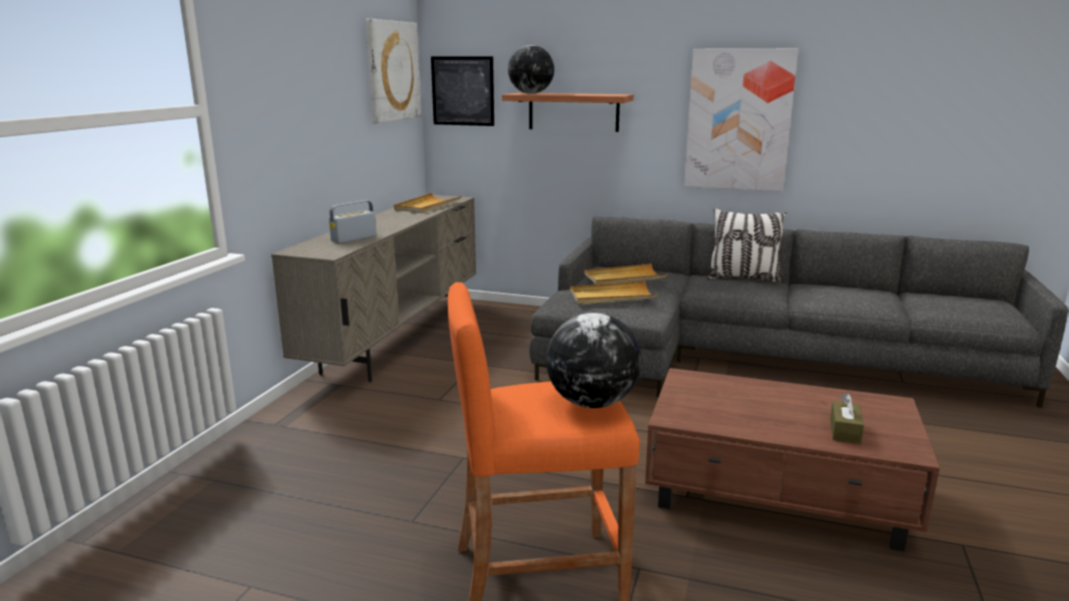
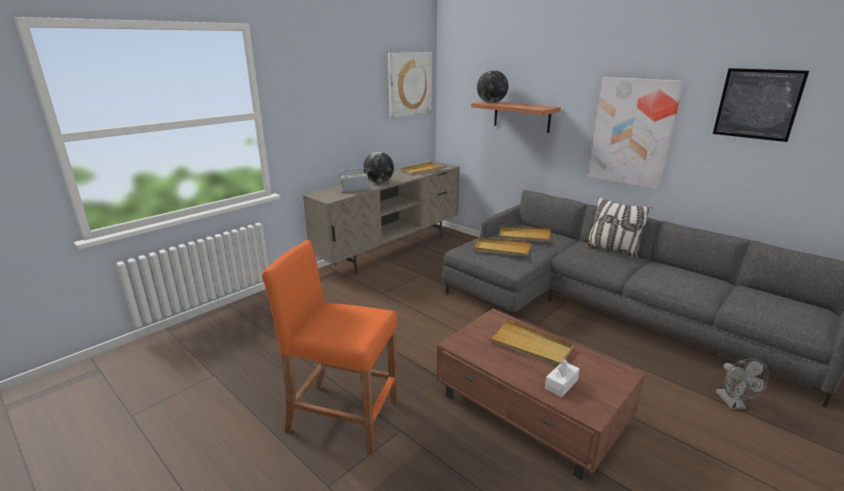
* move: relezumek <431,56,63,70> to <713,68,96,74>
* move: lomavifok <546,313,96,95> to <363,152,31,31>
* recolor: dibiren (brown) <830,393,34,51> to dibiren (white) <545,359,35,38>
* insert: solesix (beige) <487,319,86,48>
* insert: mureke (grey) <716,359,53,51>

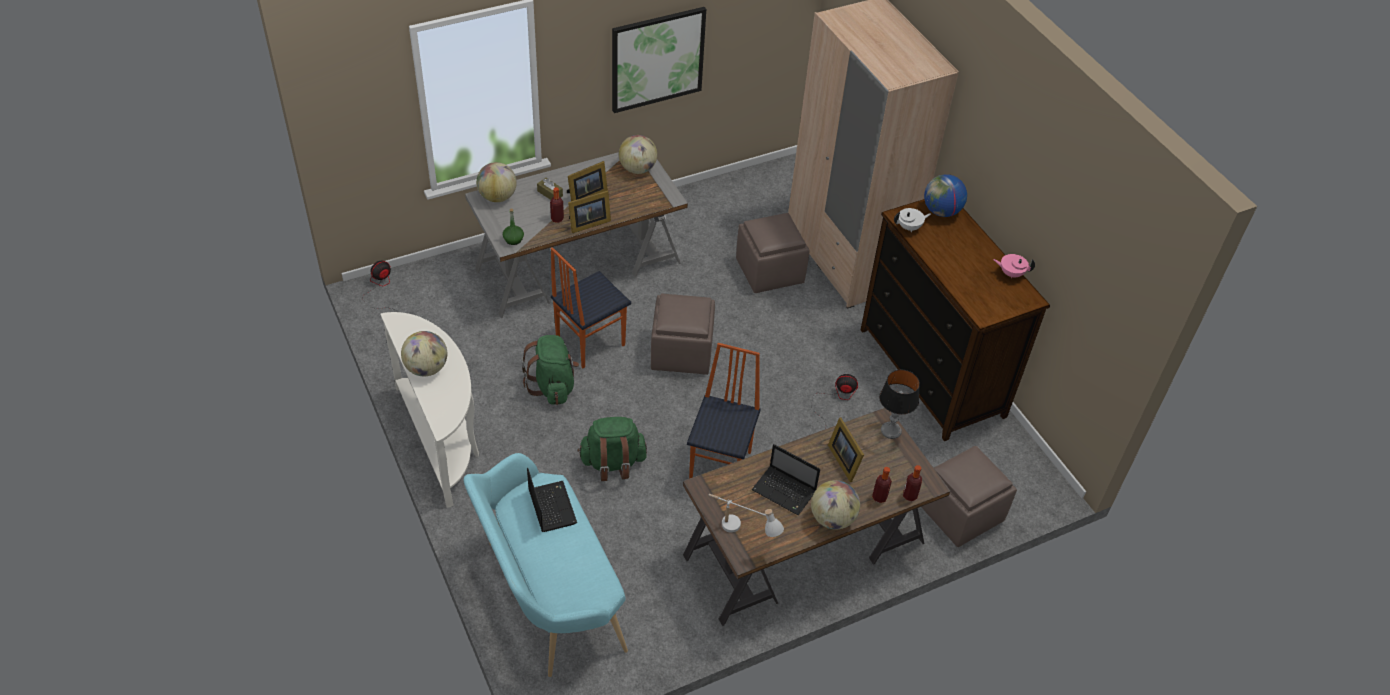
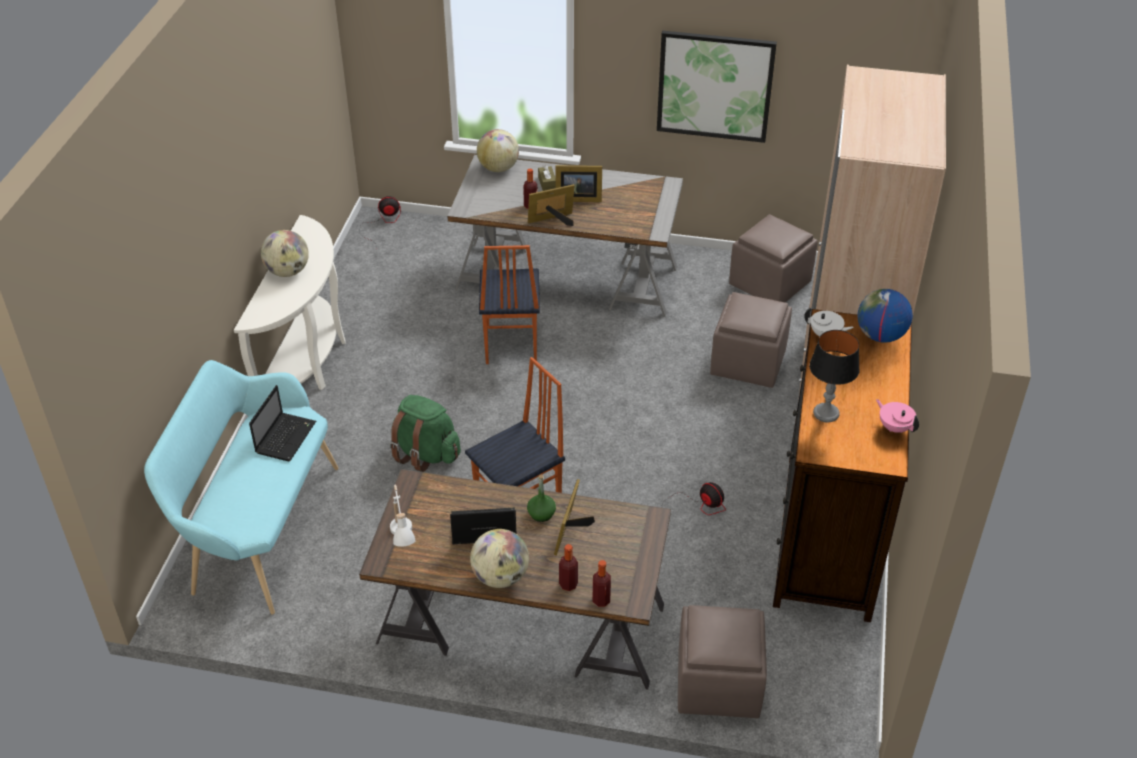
* delete: lomavifok <619,135,38,39>
* rotate: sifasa <568,190,43,43> = <528,184,47,42> 150 degrees clockwise
* move: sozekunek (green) <503,209,21,36> to <527,475,29,47>
* rotate: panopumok <551,247,80,121> = <479,245,61,119> 90 degrees counterclockwise
* move: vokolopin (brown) <651,294,64,81> to <729,214,89,88>
* delete: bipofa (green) <522,335,57,70>
* move: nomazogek <879,370,41,69> to <809,330,50,92>
* rotate: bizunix <752,444,68,71> = <450,508,67,36> 105 degrees clockwise

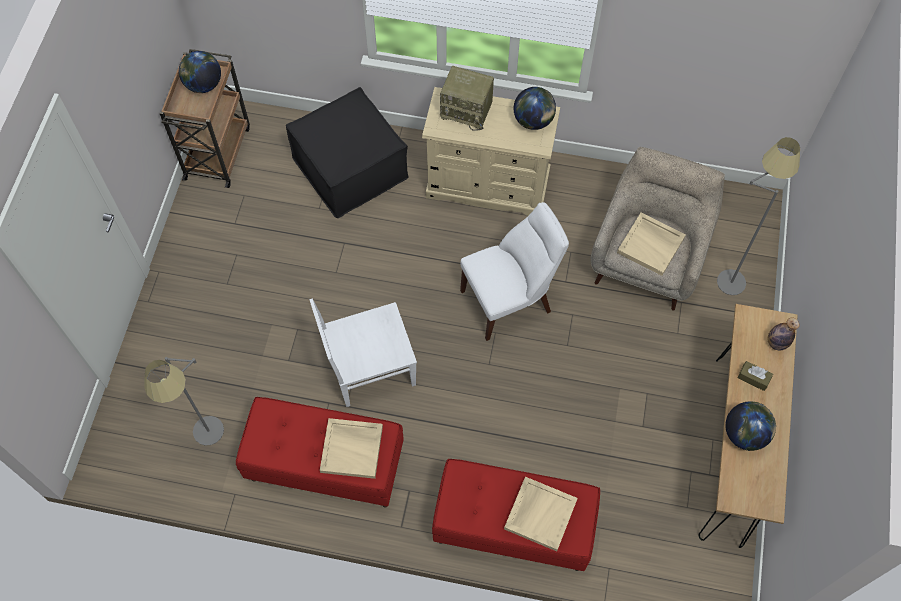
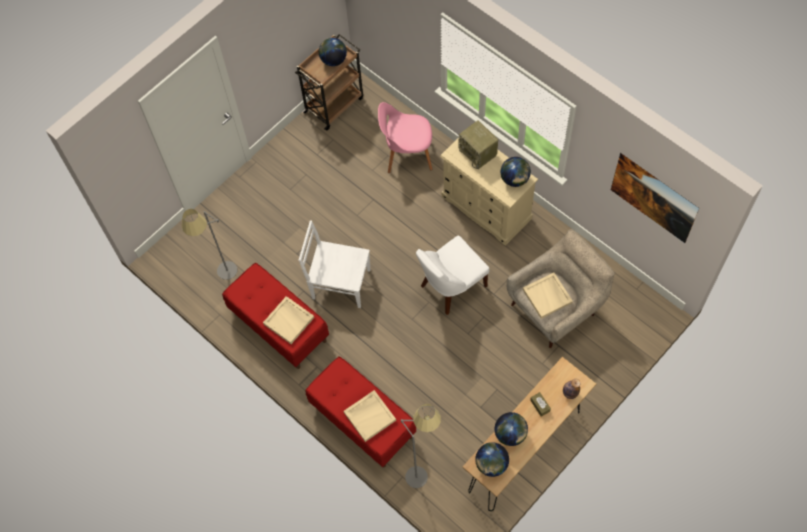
* replace: vokolopin (black) <286,87,122,131> to panopumok (pink) <378,102,55,71>
* move: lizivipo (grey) <717,137,83,158> to <401,404,40,84>
* rotate: panopumok (white) <460,202,109,139> = <416,235,73,80> 135 degrees clockwise
* insert: relezumek <611,153,88,90>
* insert: lomavifok <475,442,34,35>

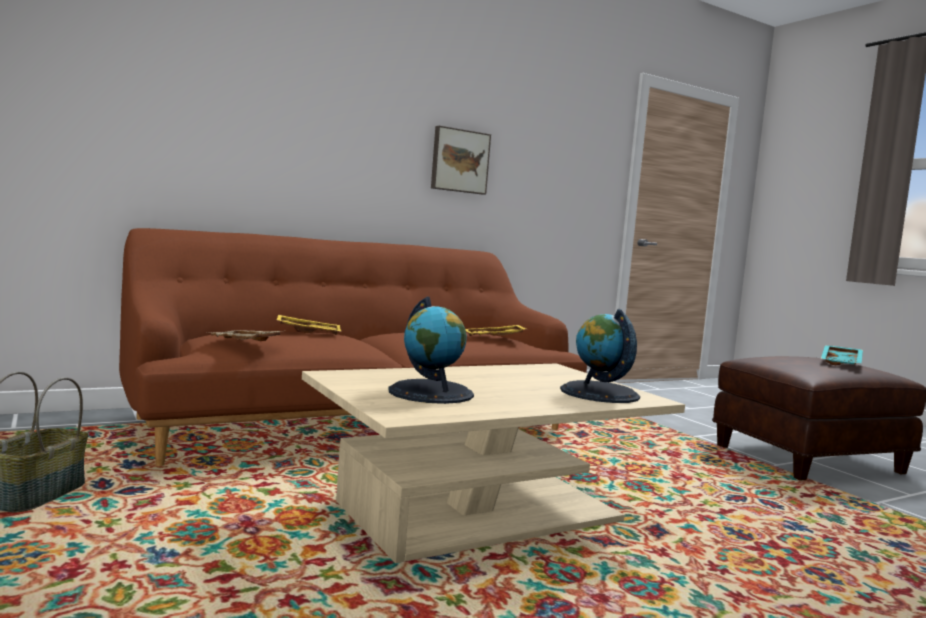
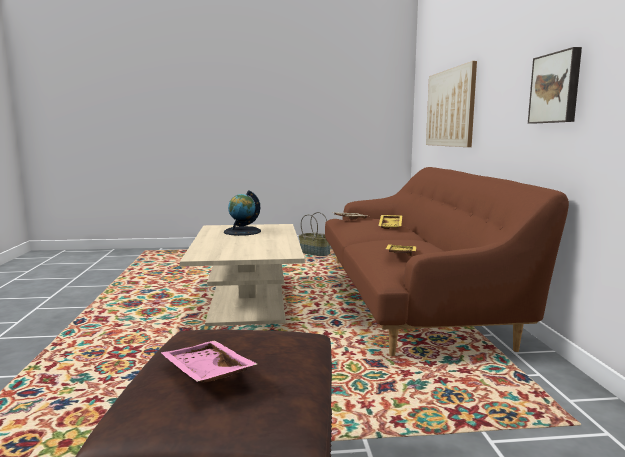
* delete: lomavifok <560,309,80,94>
* recolor: solesix (turquoise) <821,345,42,20> to solesix (pink) <161,341,96,42>
* insert: relezumek <426,61,51,86>

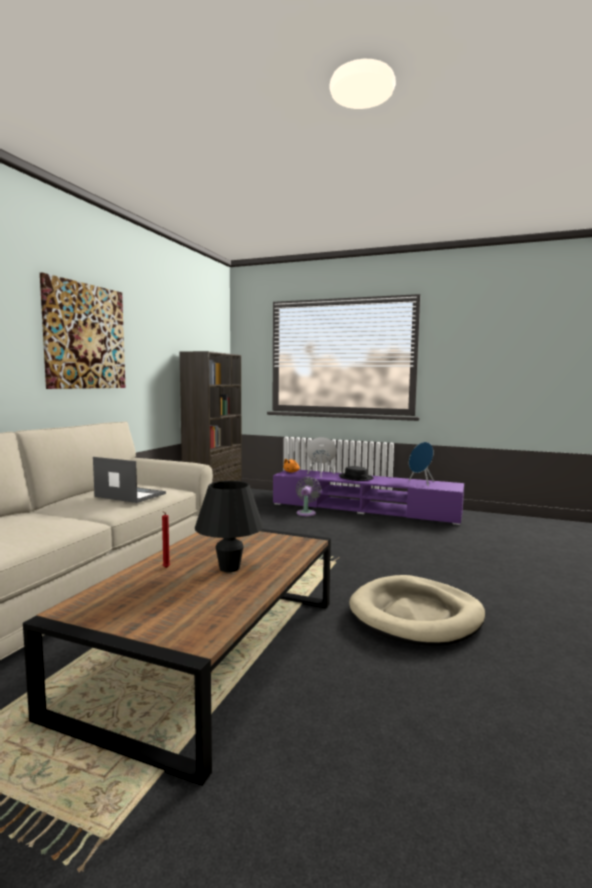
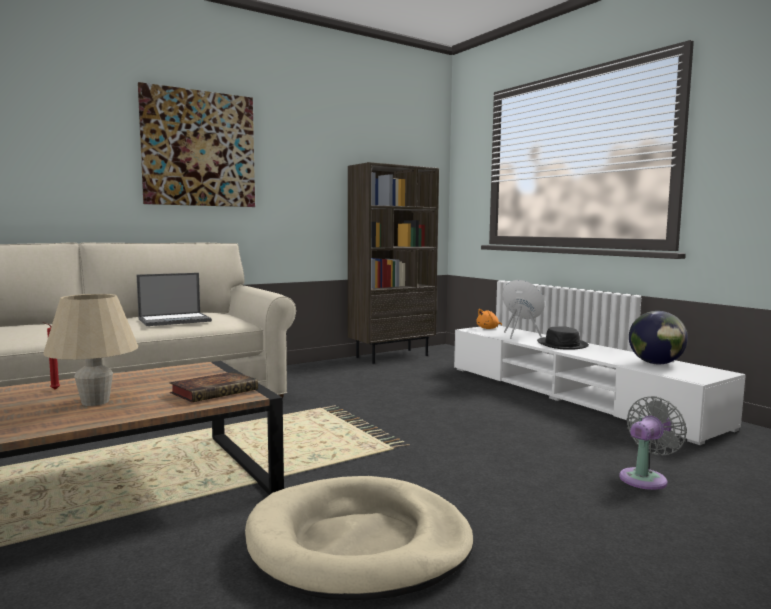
* replace: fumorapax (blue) <409,442,25,44> to lomavifok <629,311,59,53>
* rotate: bizunix <93,457,73,46> = <137,273,75,53> 90 degrees clockwise
* recolor: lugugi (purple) <273,470,191,55> to lugugi (white) <454,325,292,120>
* move: mureke (grey) <296,477,25,39> to <619,396,68,94>
* recolor: nomazogek (black) <195,481,68,91> to nomazogek (beige) <43,294,95,112>
* insert: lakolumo <170,372,88,30>

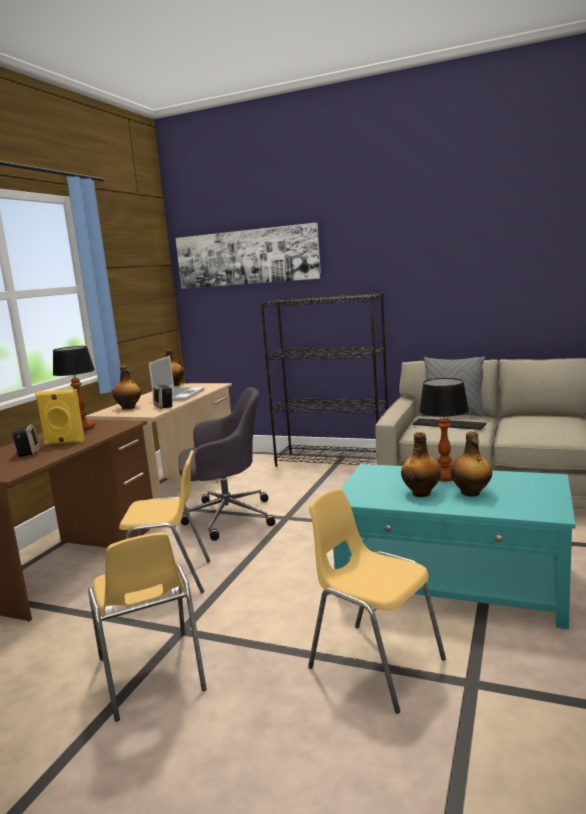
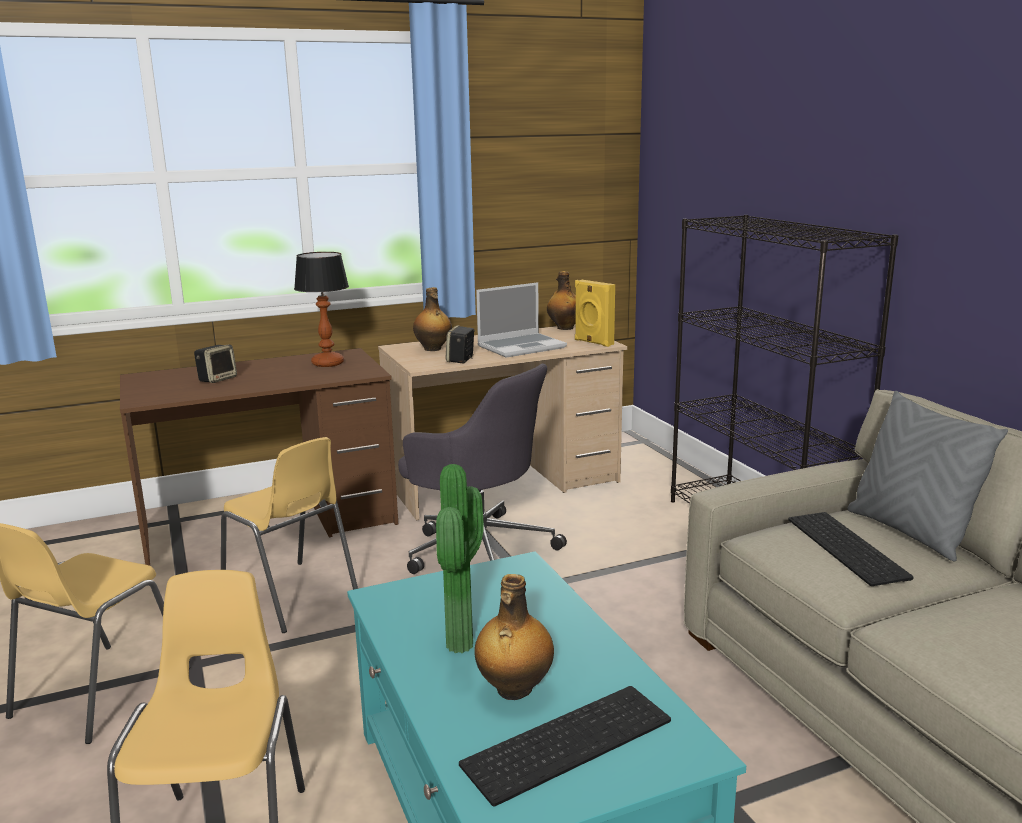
* delete: relezumek <176,223,145,66>
* delete: nomazogek <419,378,50,103>
* move: fumorapax (yellow) <35,389,50,56> to <575,280,40,67>
* replace: sozekunek <401,432,40,65> to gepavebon <436,464,48,189>
* insert: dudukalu <459,686,212,120>

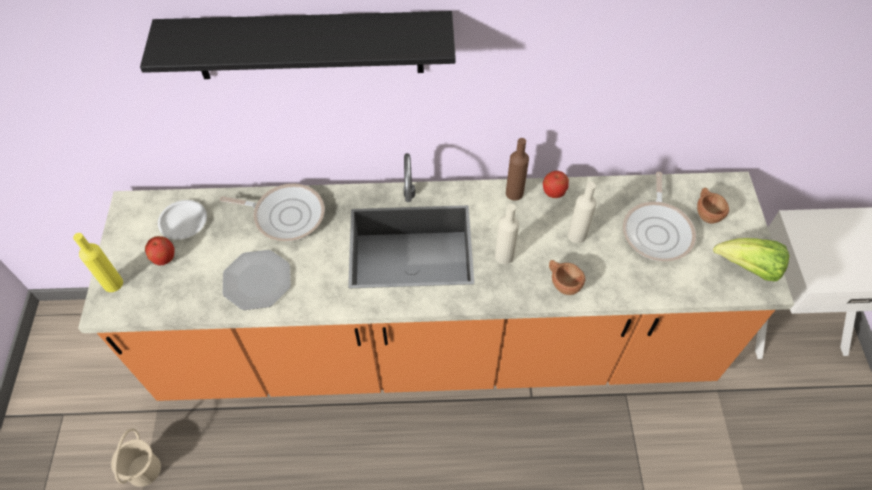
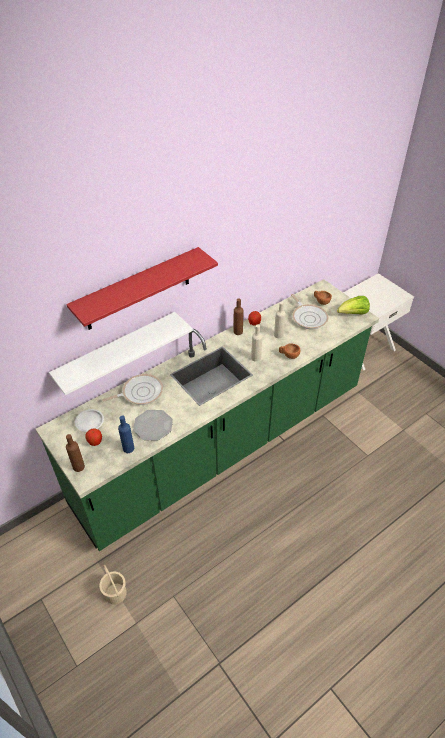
* recolor: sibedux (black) <140,11,316,68> to sibedux (red) <66,247,152,83>
* recolor: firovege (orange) <78,153,716,248> to firovege (green) <36,279,343,272>
* recolor: sozekunek (yellow) <73,233,50,59> to sozekunek (brown) <66,434,19,38>
* insert: sibedux (white) <49,312,144,83>
* insert: sozekunek (blue) <118,416,16,37>

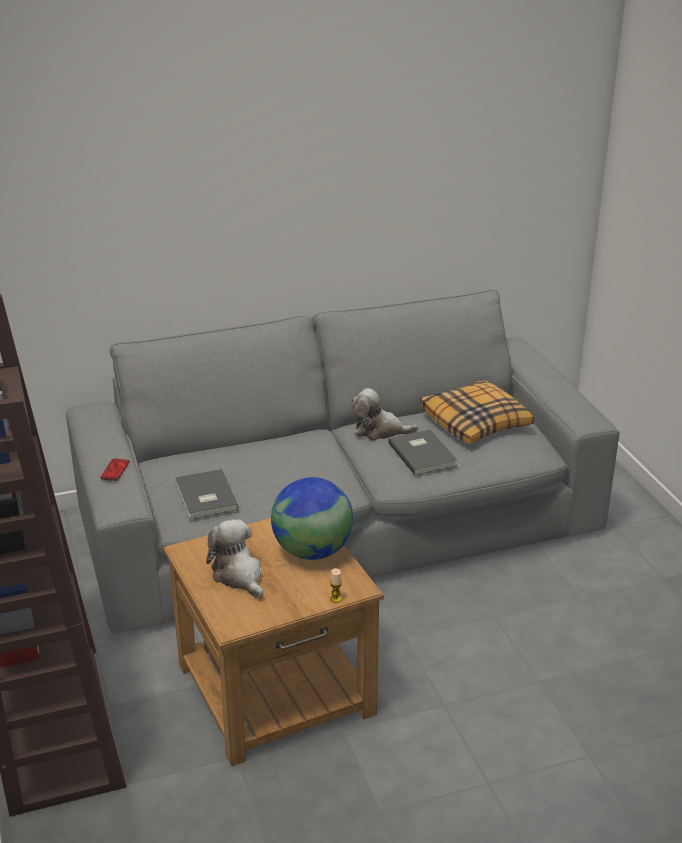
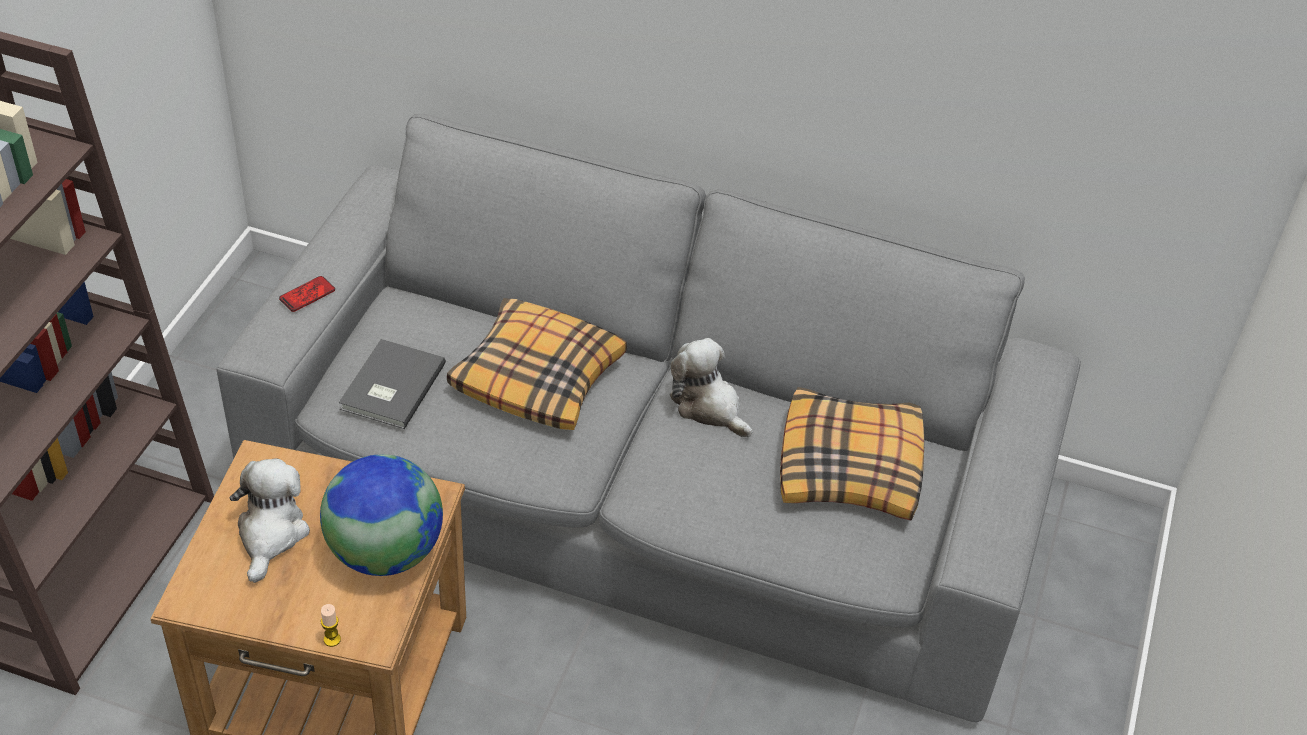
* delete: lakolumo (grey) <388,430,69,45>
* insert: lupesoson <447,298,180,132>

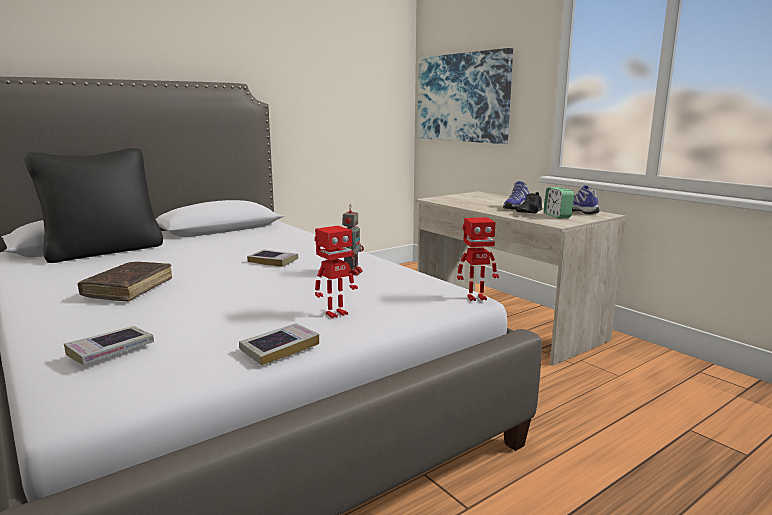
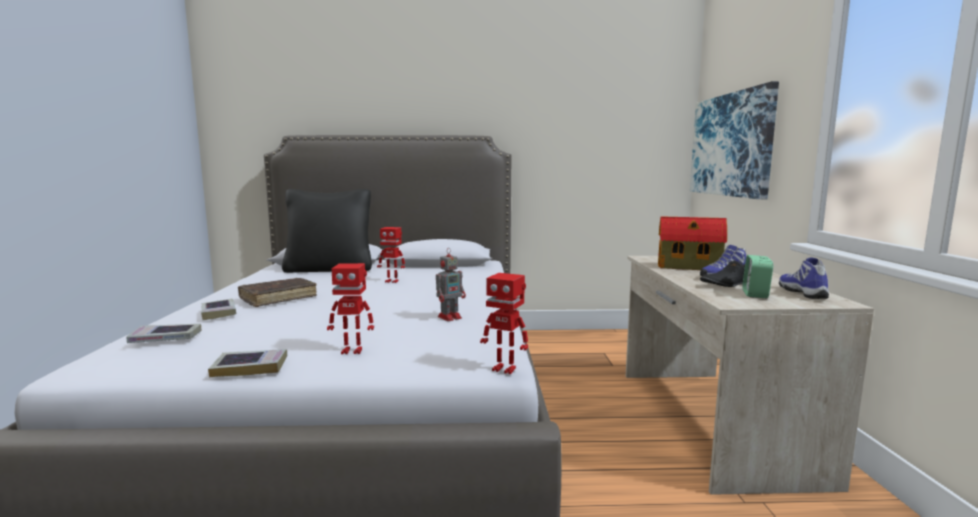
* move: lakolumo <247,249,51,18> to <201,299,36,21>
* insert: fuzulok <658,216,69,54>
* insert: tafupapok <377,227,28,56>

